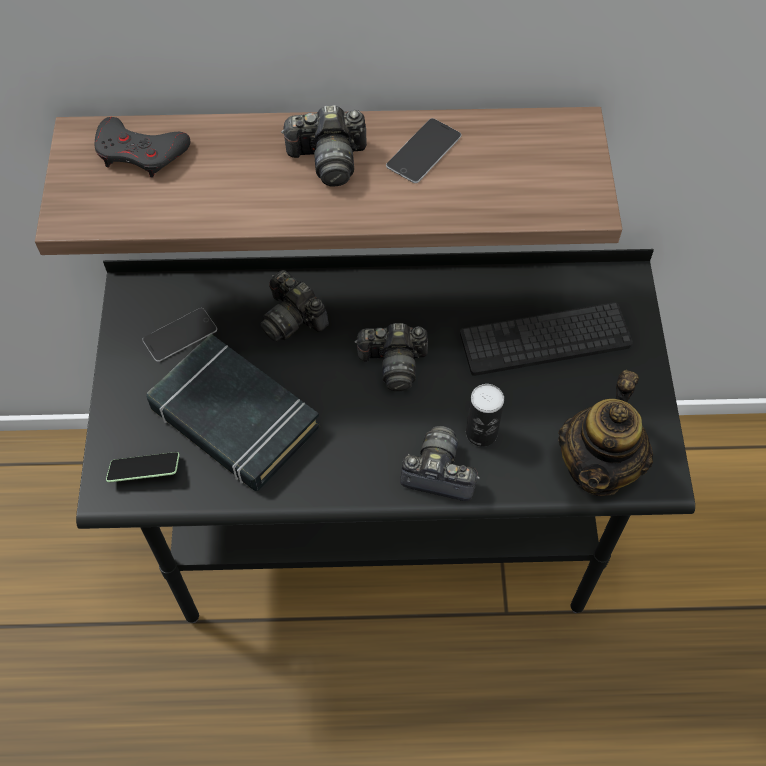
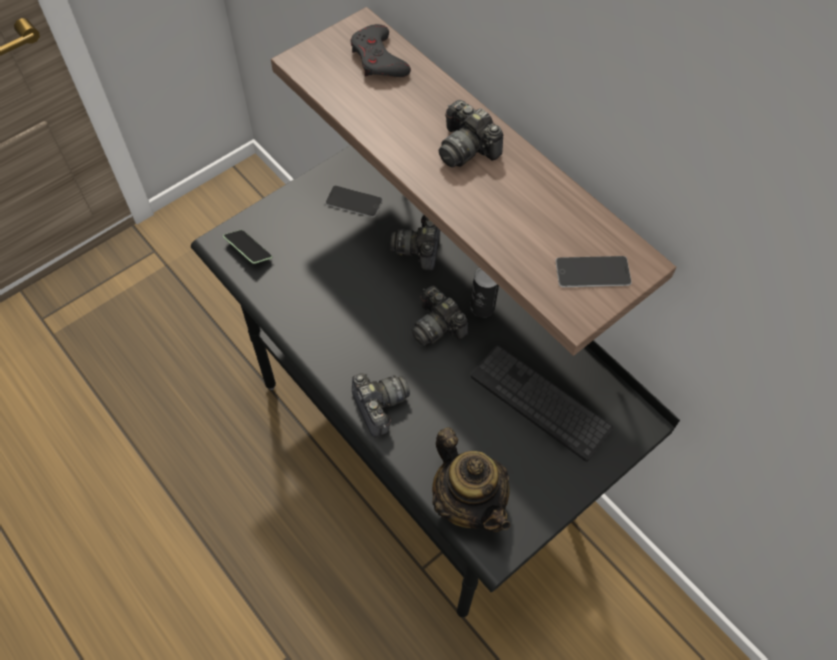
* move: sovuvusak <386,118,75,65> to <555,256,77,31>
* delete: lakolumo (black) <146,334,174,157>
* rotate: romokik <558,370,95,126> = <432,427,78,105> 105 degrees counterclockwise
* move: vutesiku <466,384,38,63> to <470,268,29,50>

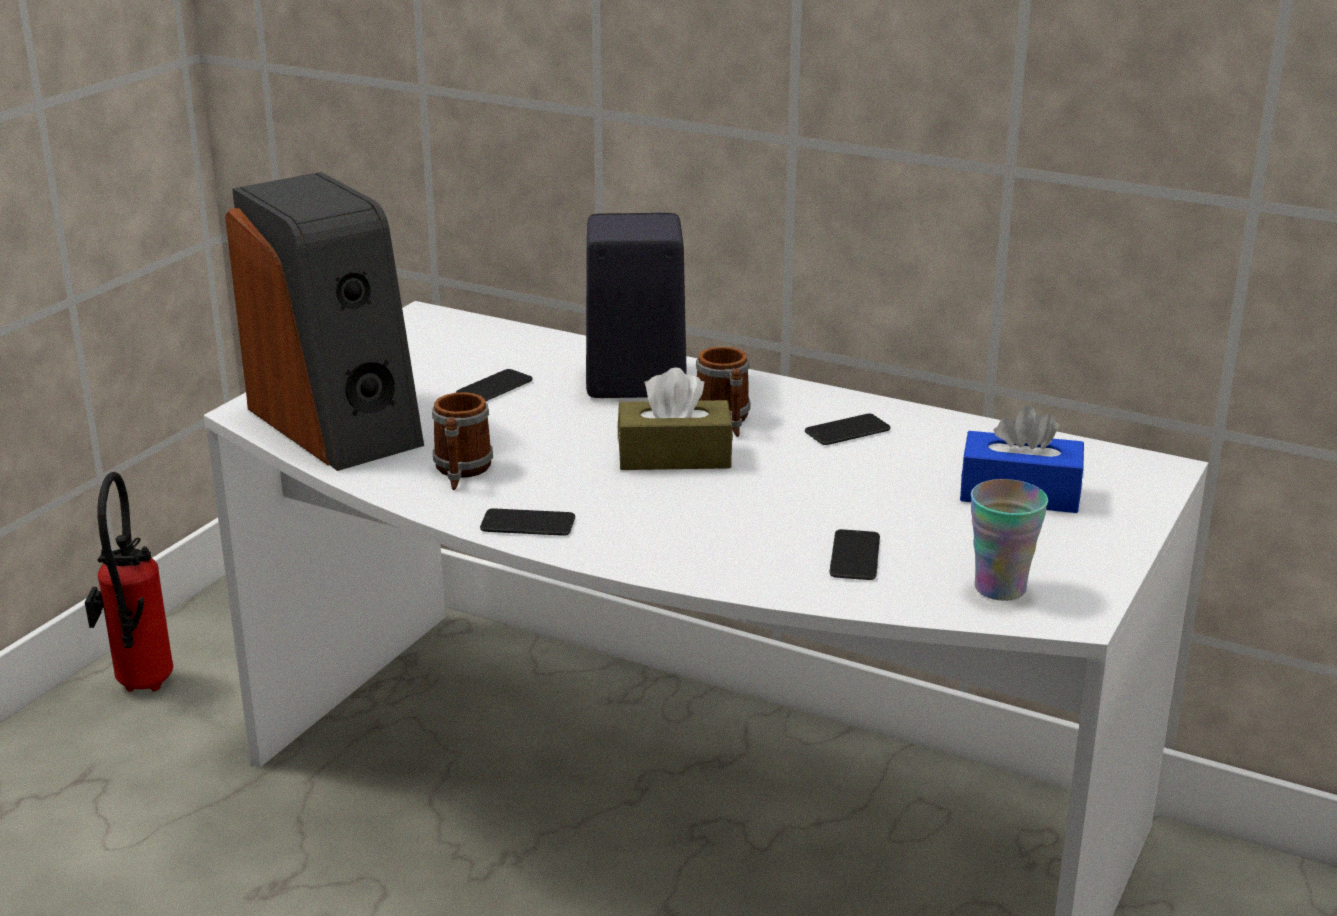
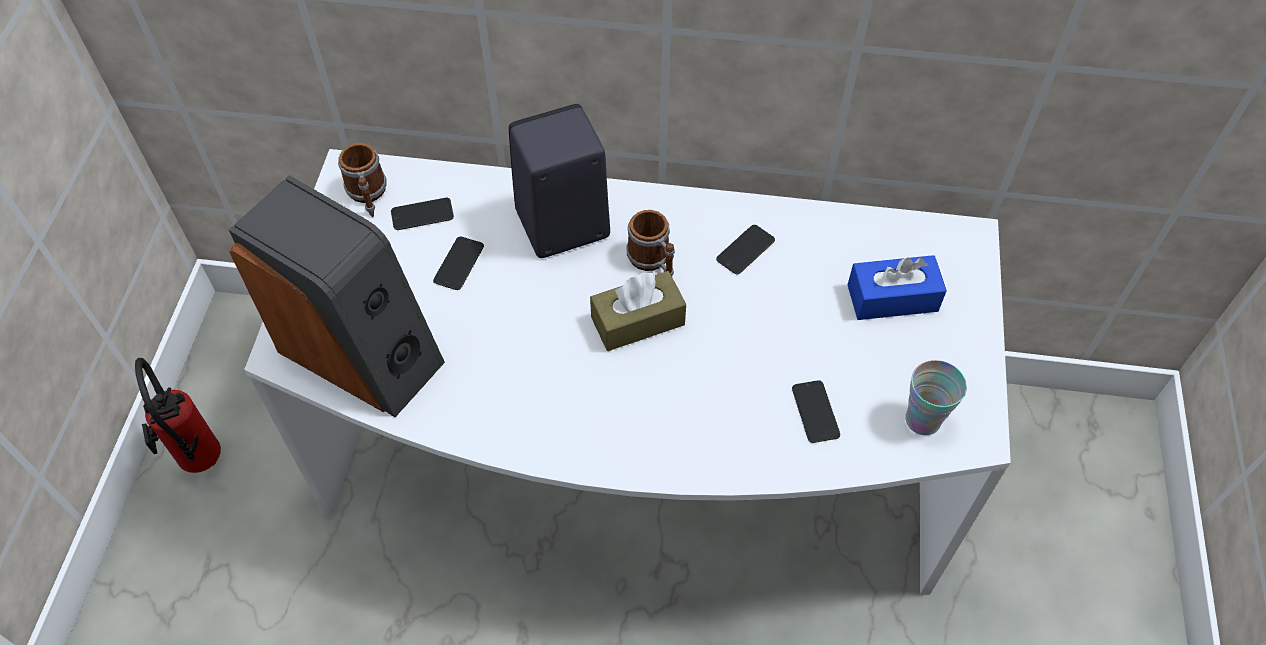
* move: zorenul <432,392,61,98> to <338,143,49,74>
* move: sovuvusak <480,508,95,28> to <391,198,63,32>

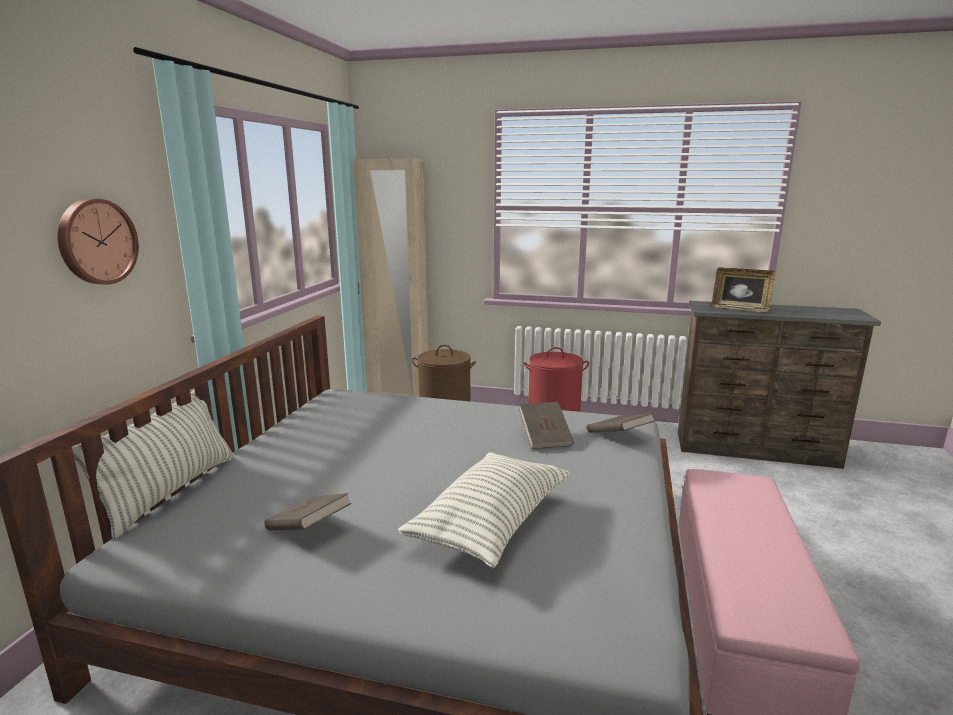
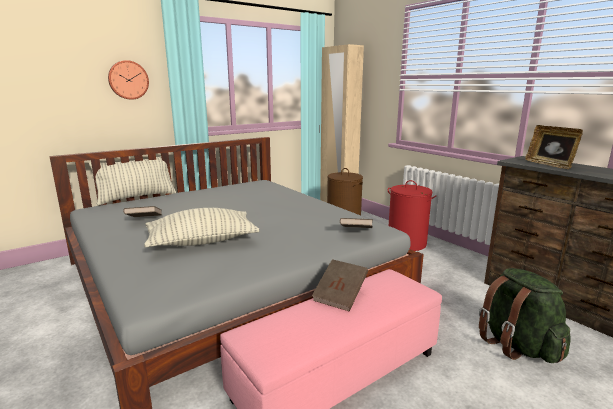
* move: lakolumo (brown) <519,402,55,47> to <312,259,56,52>
* insert: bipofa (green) <479,268,92,95>

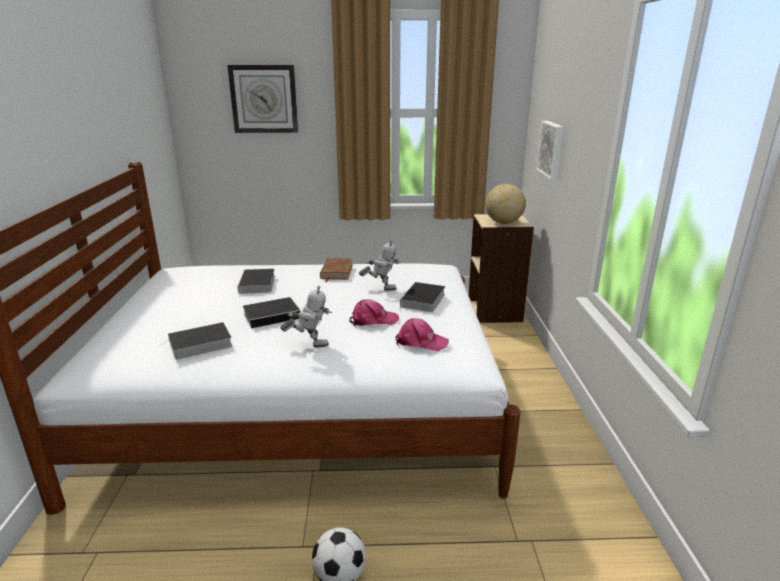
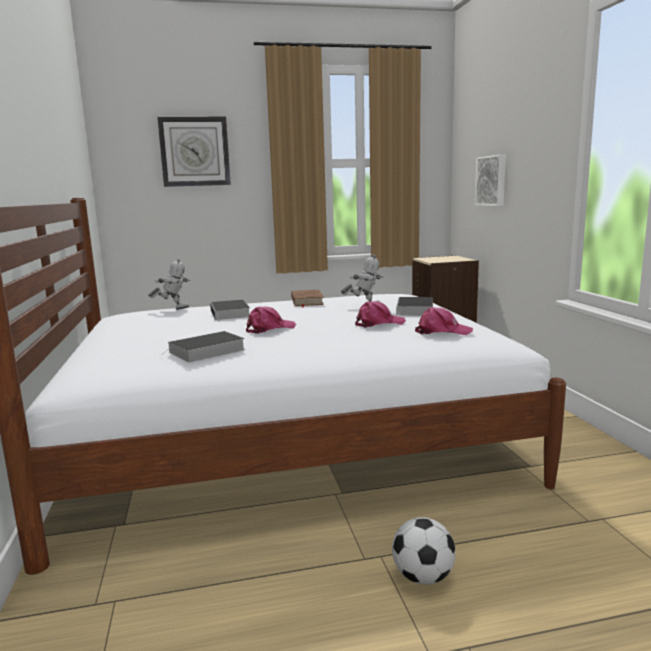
* delete: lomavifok <485,184,41,40>
* move: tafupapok <280,286,52,61> to <148,259,42,51>
* replace: lakolumo <243,297,57,31> to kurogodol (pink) <246,307,50,27>

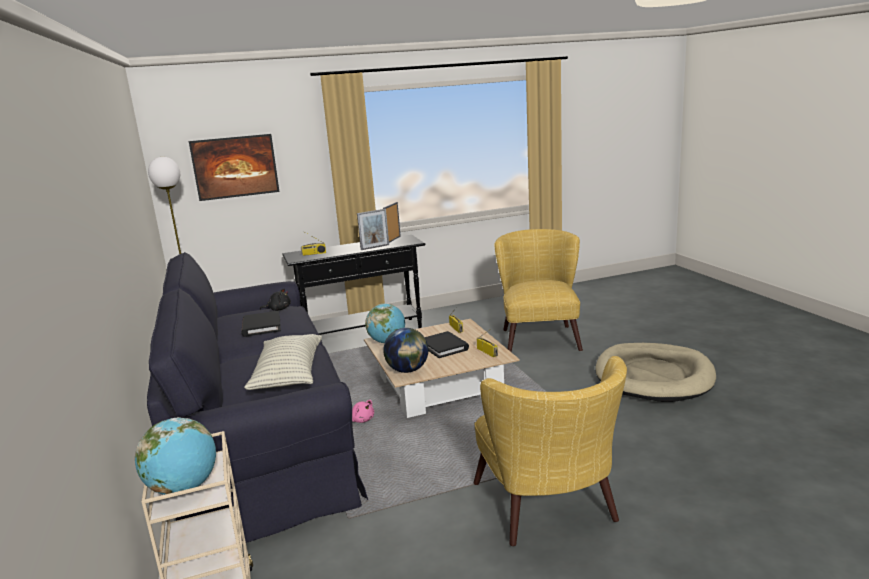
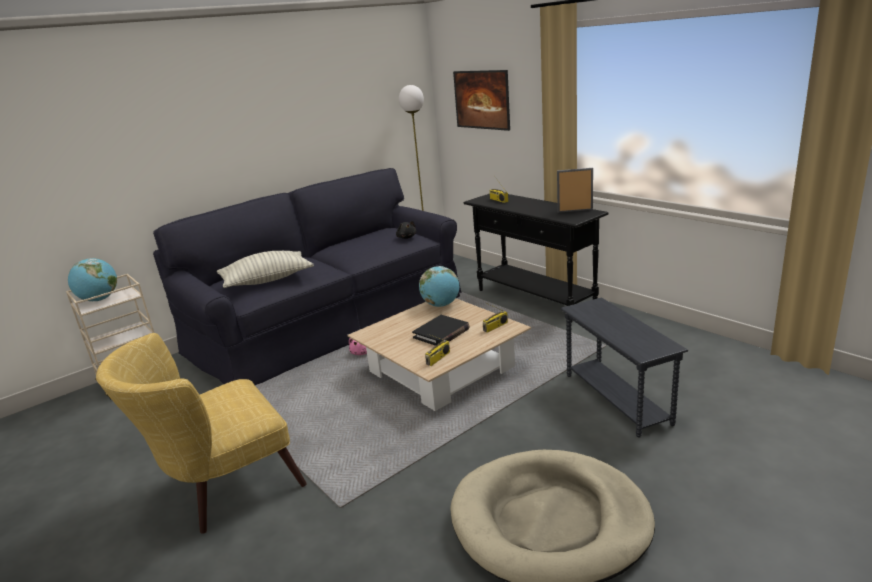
* delete: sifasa <357,209,32,41>
* replace: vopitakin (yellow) <494,229,89,123> to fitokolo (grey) <560,298,128,139>
* delete: lakolumo (black) <241,311,40,26>
* delete: lomavifok <383,328,45,45>

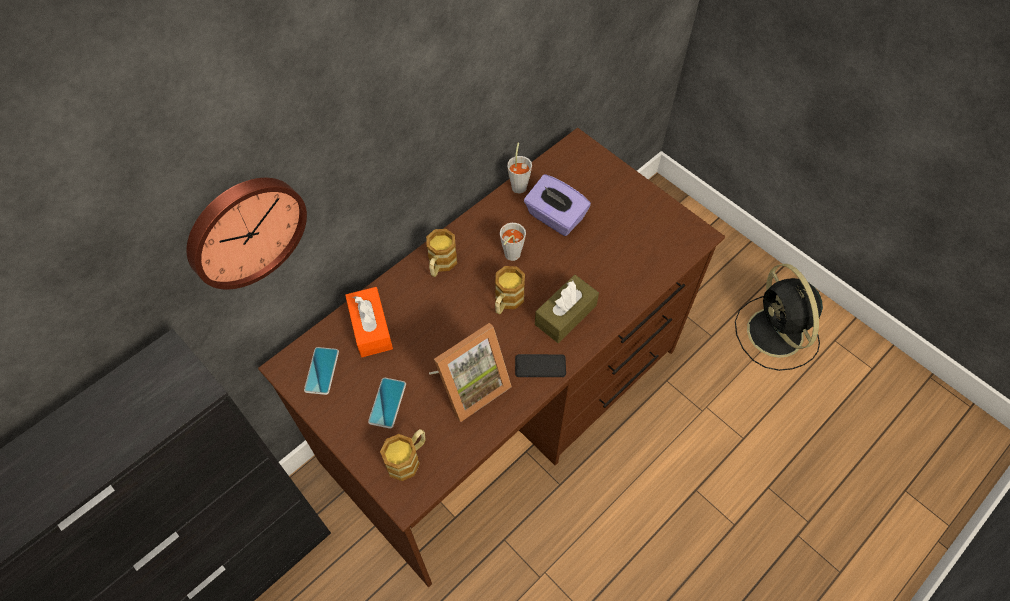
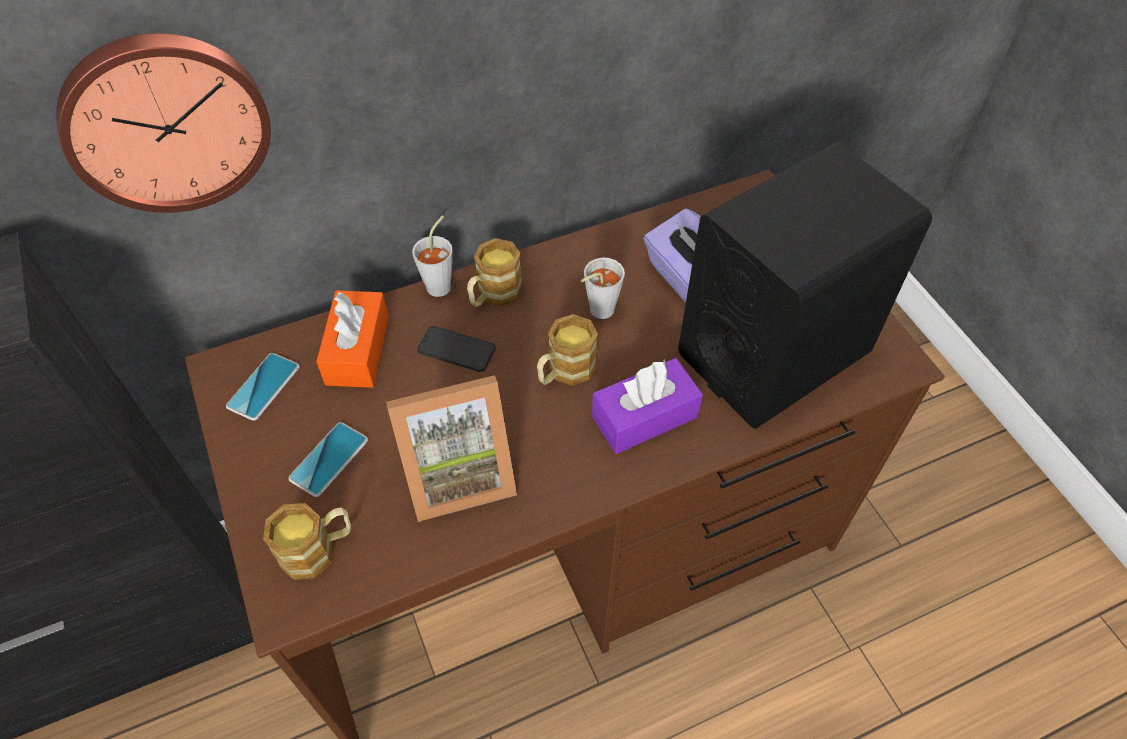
* move: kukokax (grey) <507,142,25,52> to <412,215,41,82>
* delete: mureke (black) <735,264,88,107>
* recolor: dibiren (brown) <535,275,64,68> to dibiren (purple) <592,358,111,96>
* move: sovuvusak <515,354,51,23> to <417,326,79,46>
* insert: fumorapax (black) <678,142,254,287>

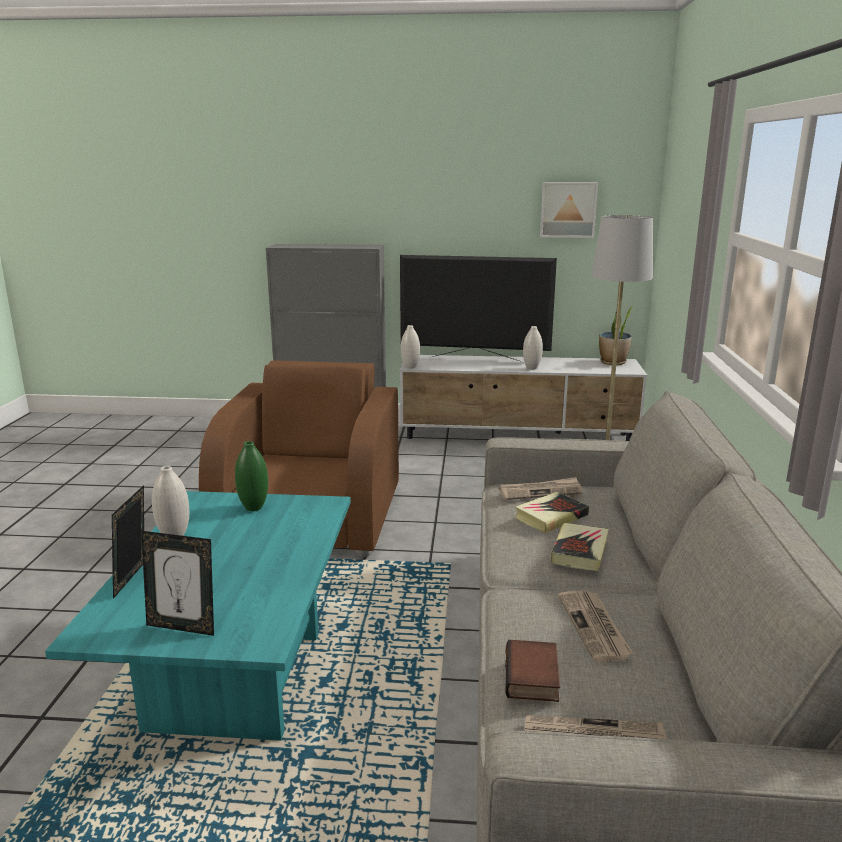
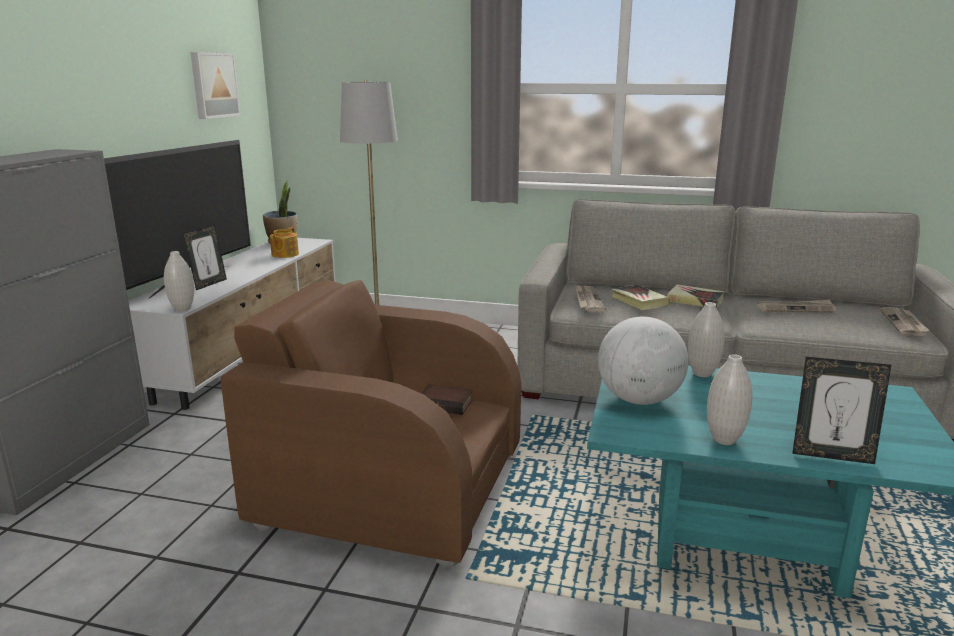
* move: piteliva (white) <523,326,20,44> to <688,302,37,75>
* replace: piteliva (green) <235,441,33,70> to lomavifok <598,317,90,88>
* move: sifasa <141,531,73,105> to <183,224,44,66>
* move: lakolumo <505,640,55,62> to <421,384,51,31>
* insert: romokik <270,227,29,31>

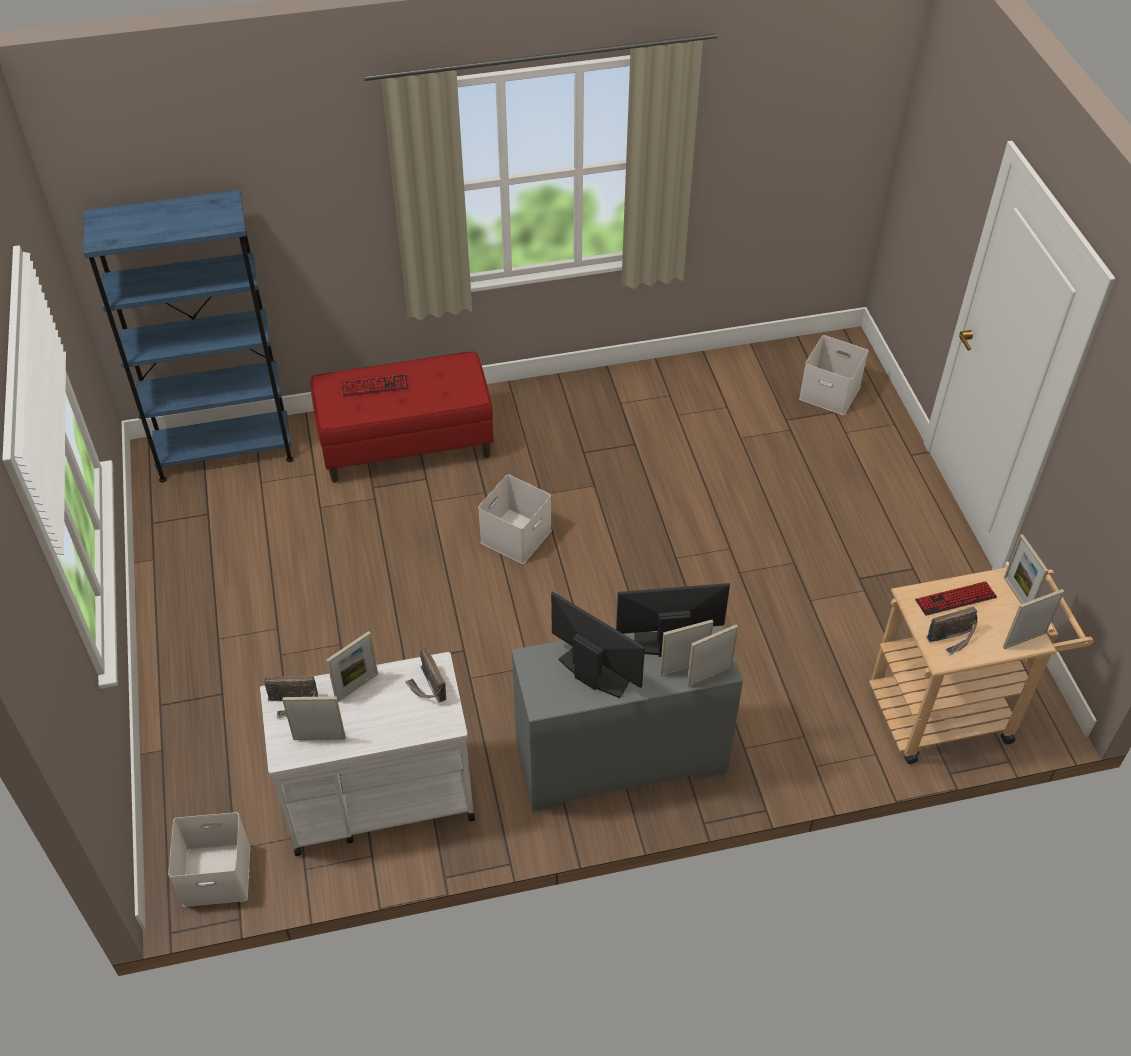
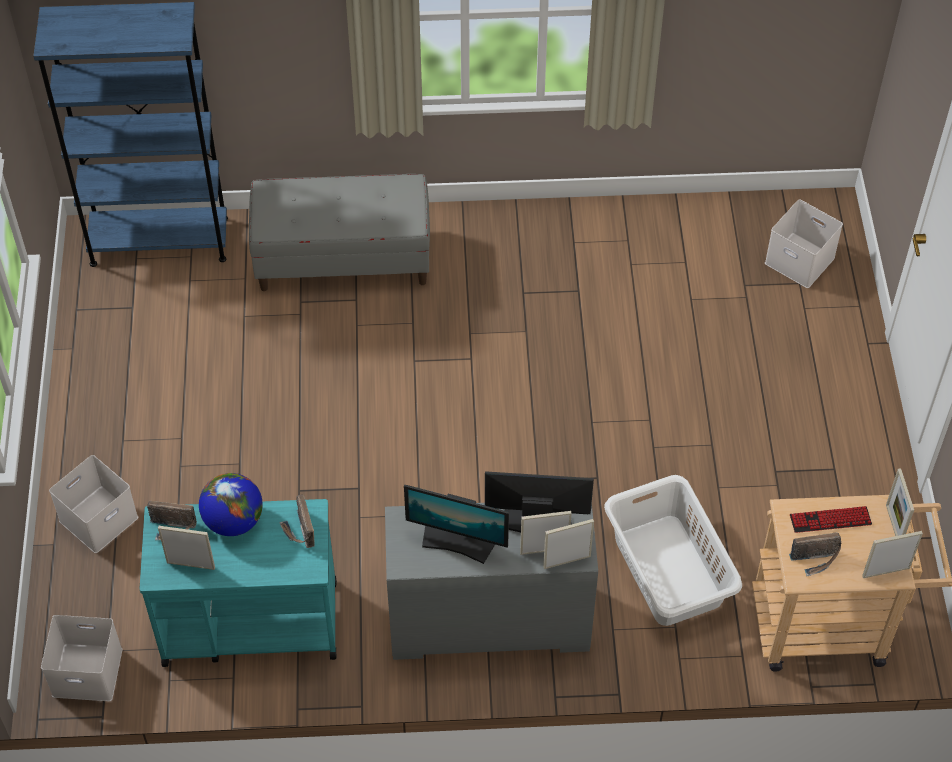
* recolor: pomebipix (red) <311,351,183,132> to pomebipix (grey) <249,174,181,117>
* delete: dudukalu <342,374,66,22>
* move: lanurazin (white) <478,475,74,89> to <49,455,89,98>
* rotate: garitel <551,591,94,107> = <404,485,105,79> 150 degrees clockwise
* replace: sifasa <326,631,52,71> to lomavifok <199,473,64,63>
* recolor: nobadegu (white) <260,652,215,204> to nobadegu (turquoise) <140,499,197,168>
* insert: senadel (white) <604,475,138,151>

